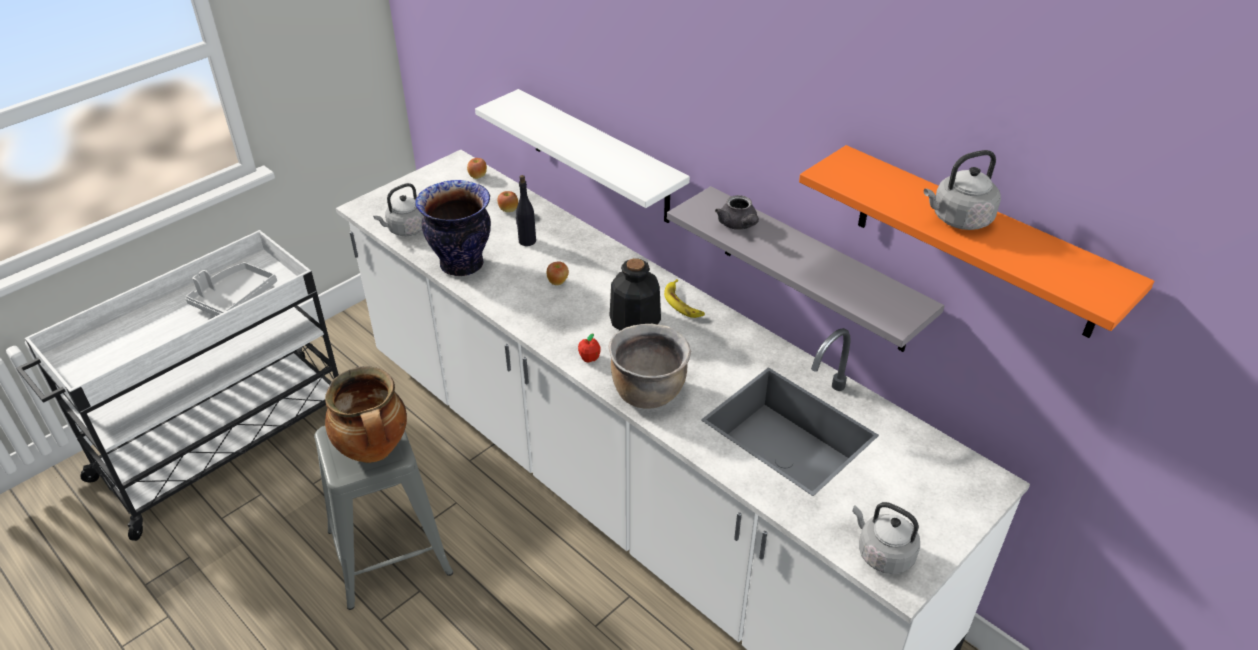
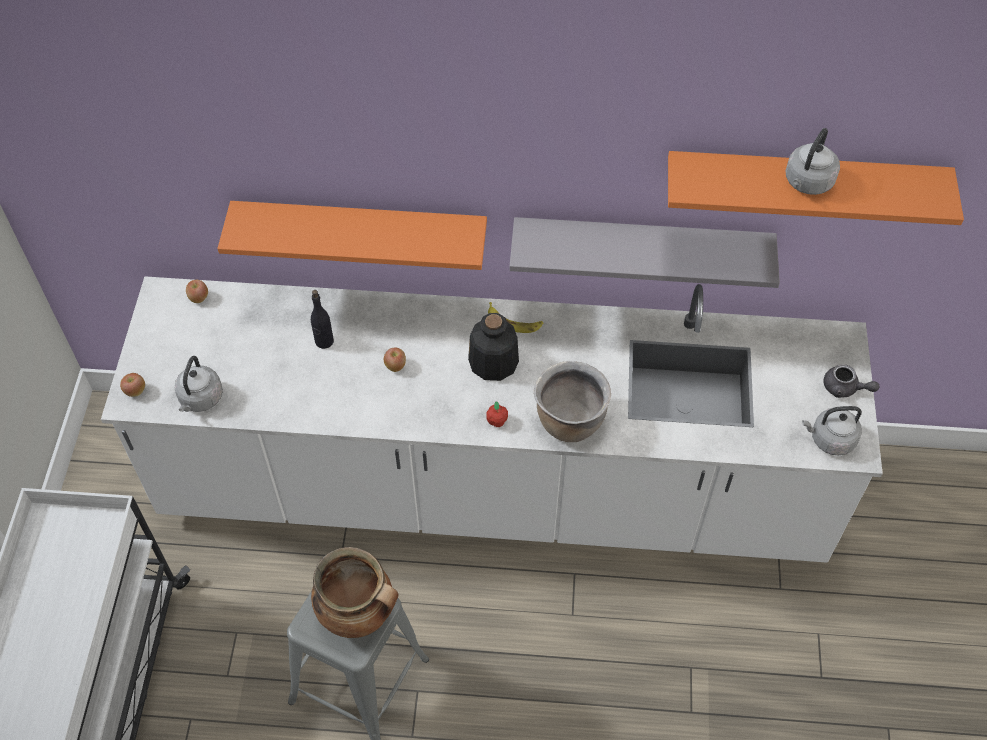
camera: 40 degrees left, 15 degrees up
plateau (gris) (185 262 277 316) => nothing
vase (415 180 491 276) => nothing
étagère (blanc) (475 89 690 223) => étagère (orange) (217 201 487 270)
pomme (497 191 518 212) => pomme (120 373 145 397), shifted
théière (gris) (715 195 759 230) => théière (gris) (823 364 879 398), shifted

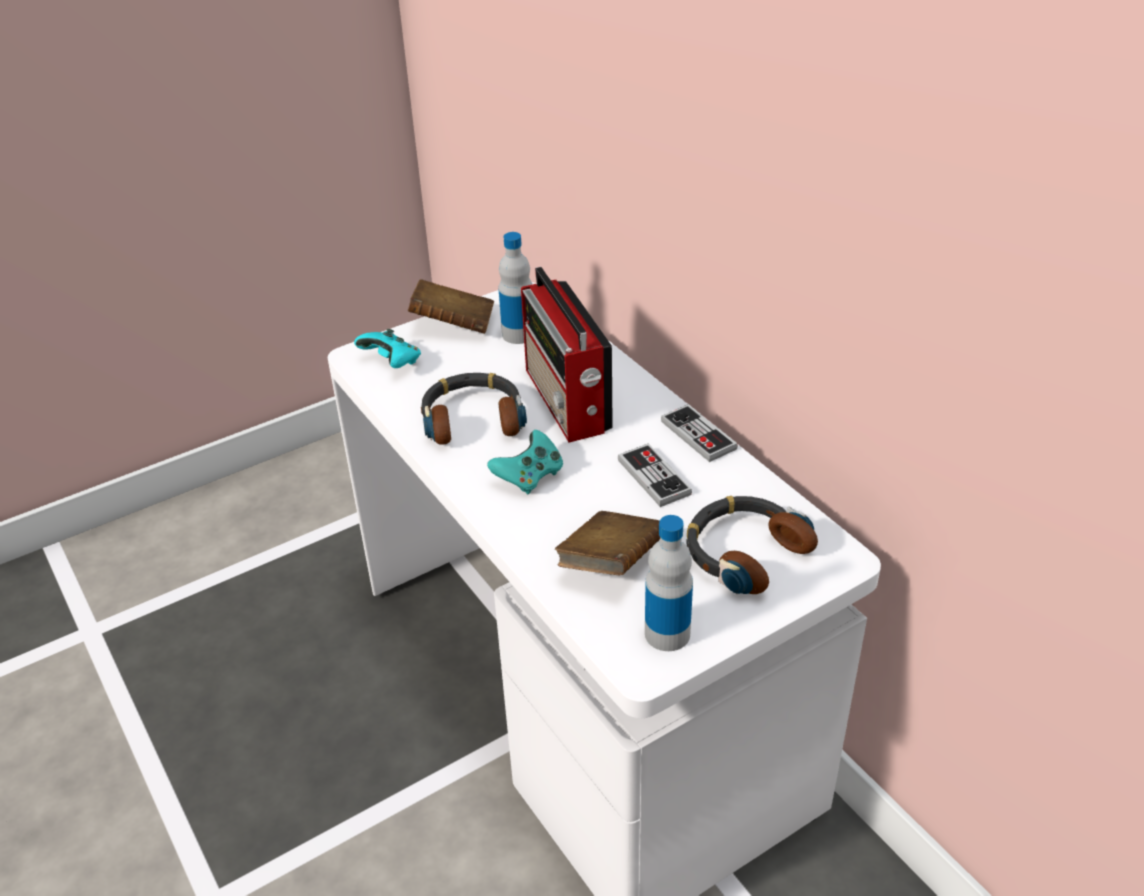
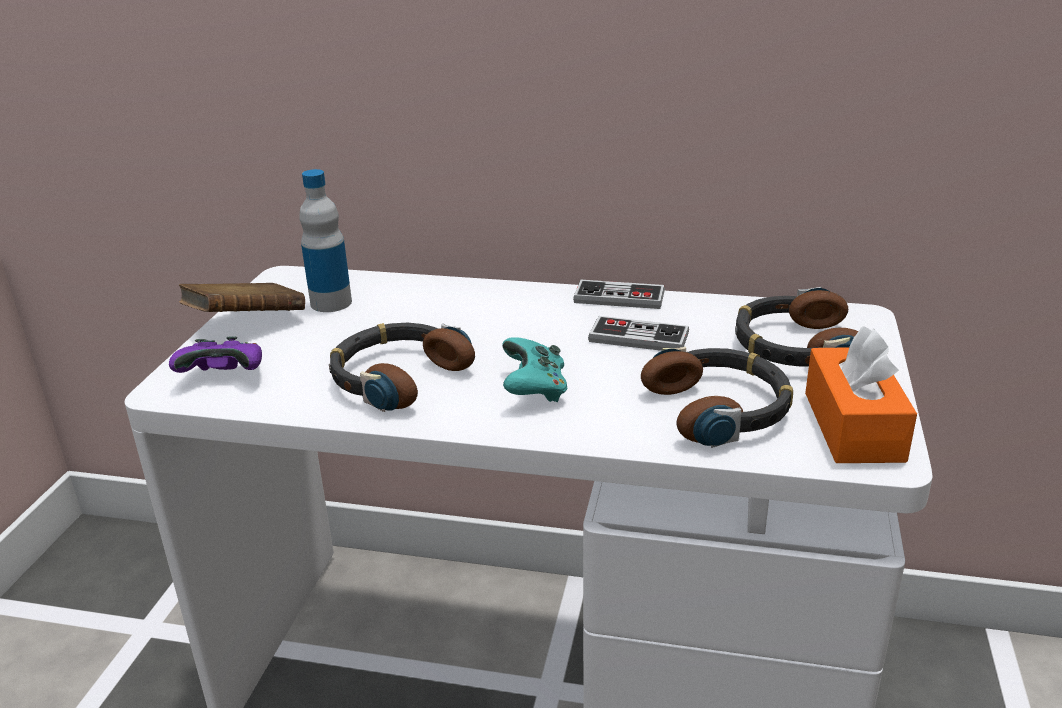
camera: 45 degrees left, 10 degrees down
manette (turquoise) (354 329 421 368) => manette (violet) (169 336 262 373)
radio (521 266 613 442) => nothing
livre (marron) (555 511 660 575) => casque audio (641 346 793 448)
bouteille (645 515 693 651) => boîte à mouchoirs (orange) (805 326 917 463)

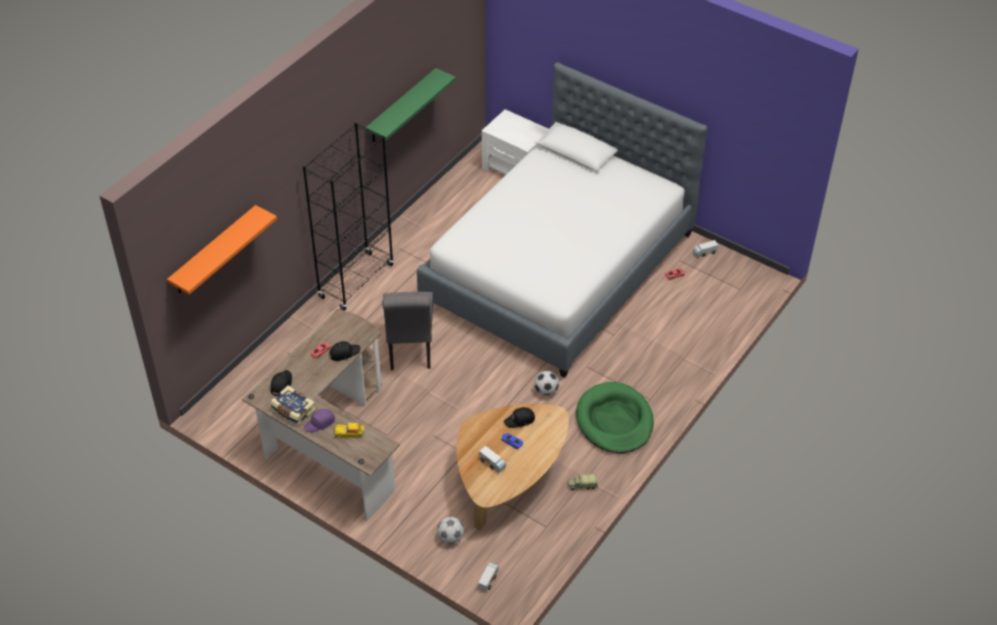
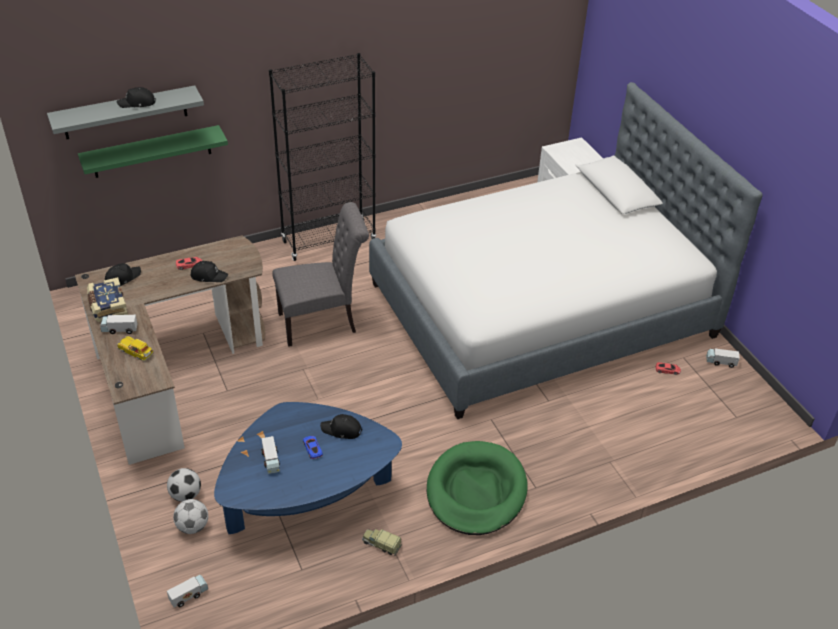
camera: 30 degrees right, 5 degrees down
étagère (orange) (167 205 277 294) => étagère (gris) (47 86 204 139)
casquette (violet) (304 409 335 433) => camion jouet (100 315 138 334)
étagère (vert) (366 68 456 142) => étagère (vert) (78 125 228 178), shifted
chaise (gris) (382 292 433 370) => chaise (gris) (272 202 369 347), 135 degrees counterclockwise
table basse (marron) (457 404 569 530) => table basse (bleu) (214 402 402 534)
ballon de foot (534 371 559 395) => ballon de foot (167 468 201 502), shifted
nothing => casquette (noir) (116 87 156 108)

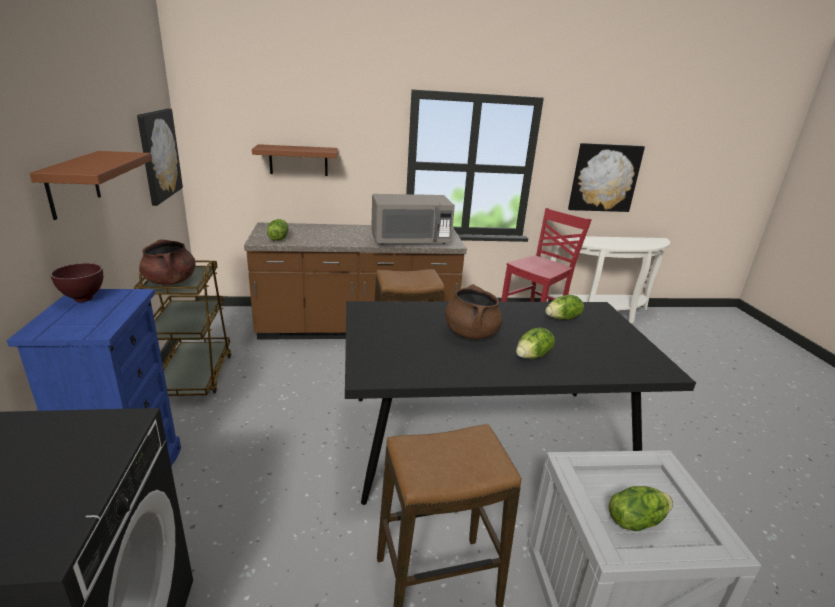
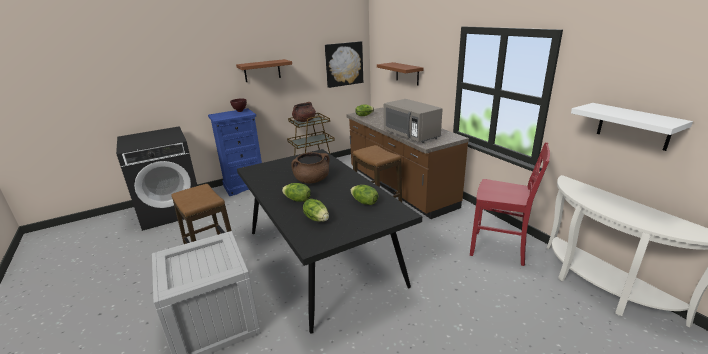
camera: 70 degrees right, 0 degrees up
tableau (568 143 645 212) => étagère (blanc) (571 103 693 151)
laitue (609 486 673 531) => laitue (303 199 329 222), shifted

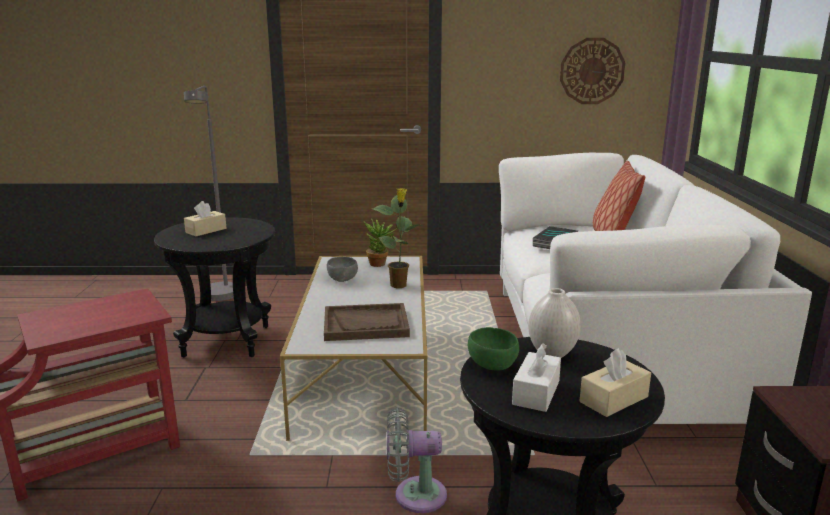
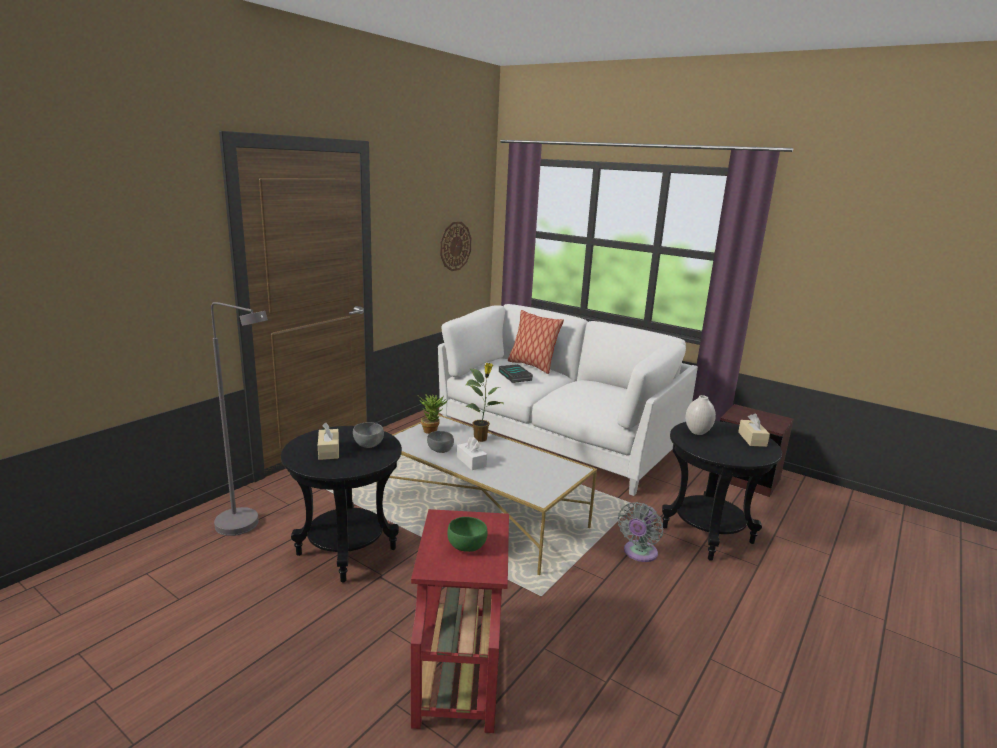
camera: 55 degrees left, 0 degrees up
plateau (marron) (324 303 410 341) => nothing
bol (vert) (468 327 519 371) => bol (vert) (447 517 488 552), shifted
boîte à mouchoirs (blanc) (512 343 561 412) => boîte à mouchoirs (blanc) (457 437 487 470), shifted
nothing => bol (gris) (353 422 384 448)

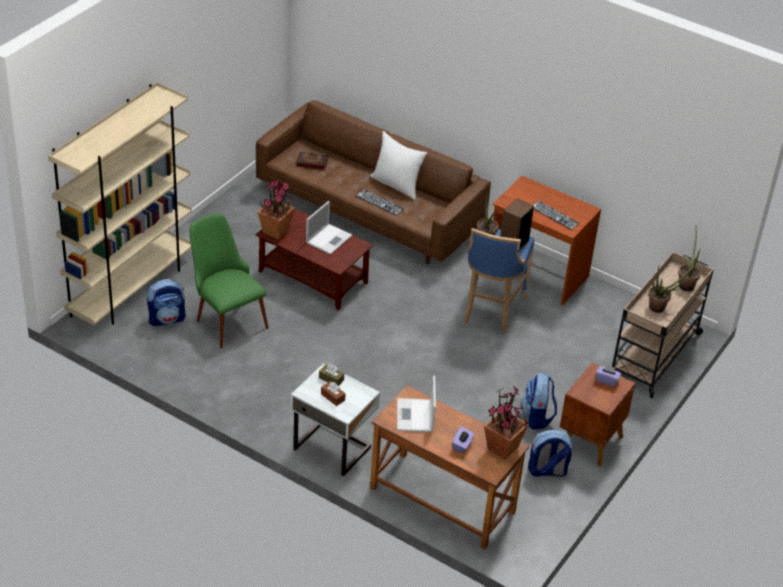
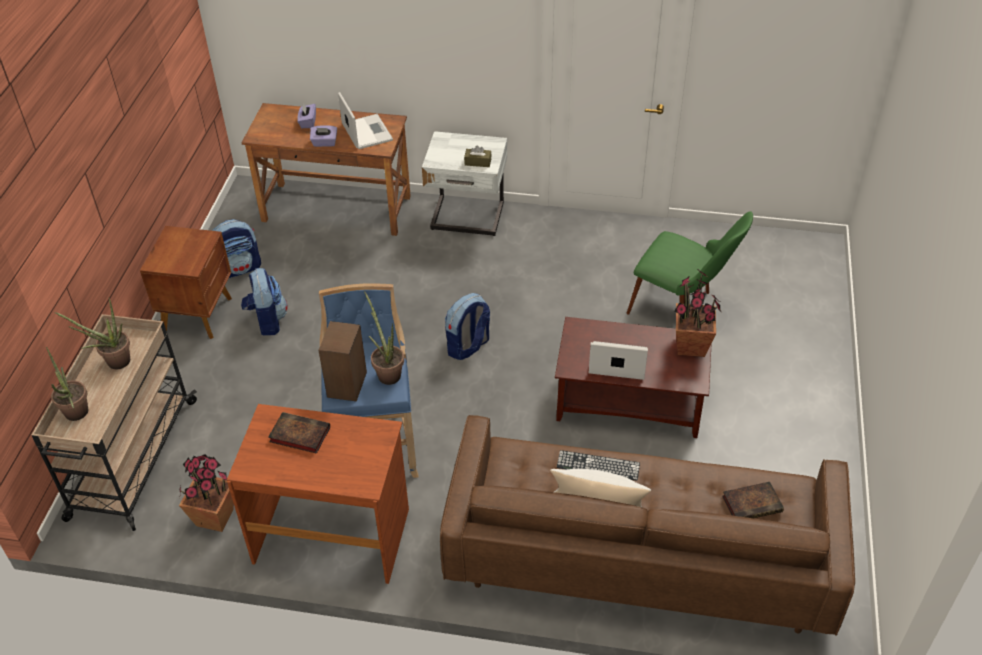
camera: 160 degrees right, 5 degrees up
bibliothèque (beige) (48 82 192 325) => nothing
sac à dos (147 279 186 326) => sac à dos (445 293 490 360), shifted
ordinateur portable (306 201 352 255) => ordinateur portable (589 341 648 380), 90 degrees clockwise
boîte à mouchoirs (marron) (321 382 346 406) => nothing
plante en pot (484 385 529 460) => plante en pot (179 454 234 532), shifted
clavier (533 201 580 230) => livre (268 412 330 454)
boîte à mouchoirs (violet) (596 365 621 387) => boîte à mouchoirs (violet) (310 125 337 147), shifted

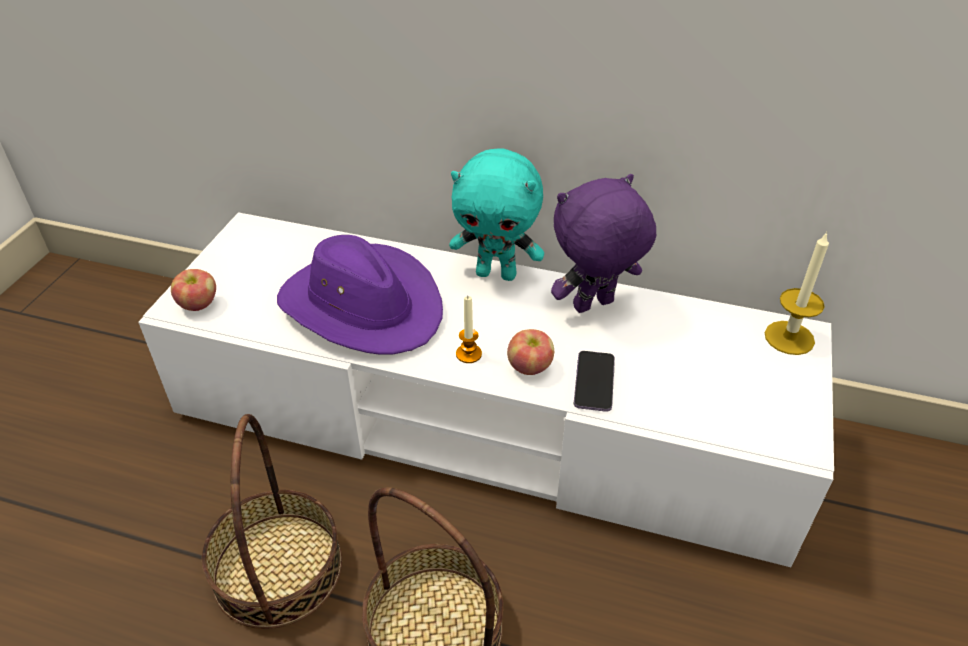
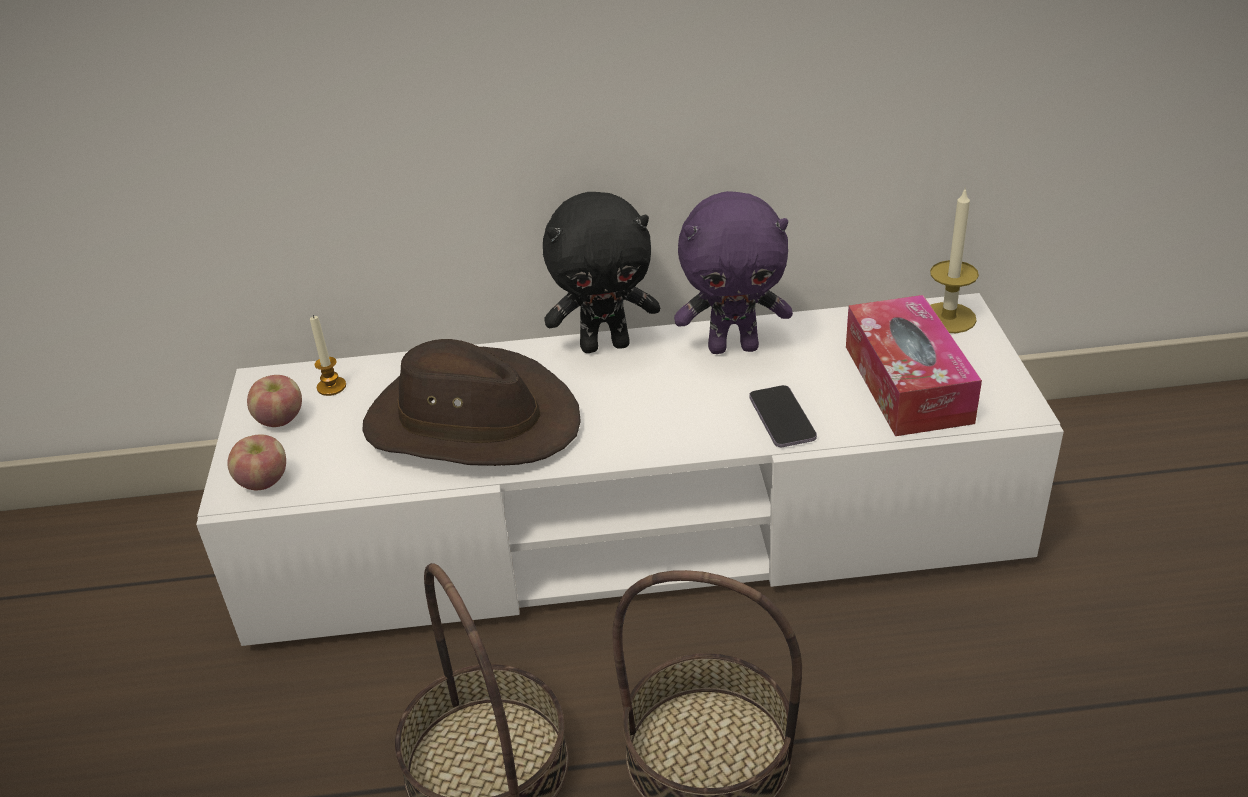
camera: 20 degrees left, 5 degrees down
chapeau (violet) (277 235 443 355) => chapeau (marron) (362 339 581 466)
peluche (turquoise) (449 148 544 281) => peluche (noir) (543 192 660 353)
bougie (456 296 482 363) => bougie (310 315 346 396), shifted
pomme (507 329 554 375) => pomme (247 375 302 427), shifted
peluche (violet) (551 174 656 313) => peluche (violet) (674 191 793 354), 135 degrees counterclockwise
nothing => boîte à mouchoirs (846 295 982 436)

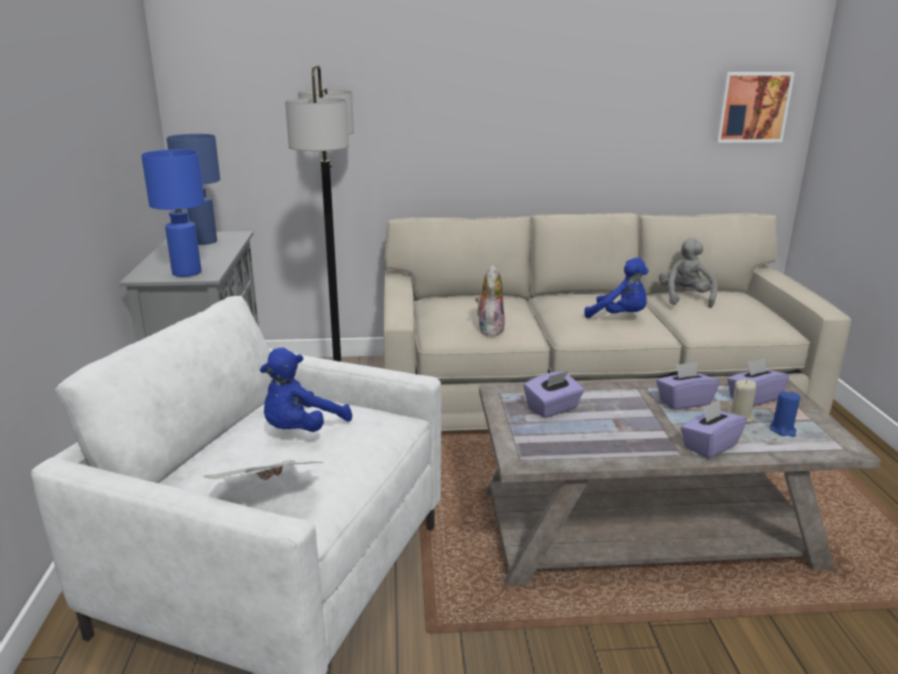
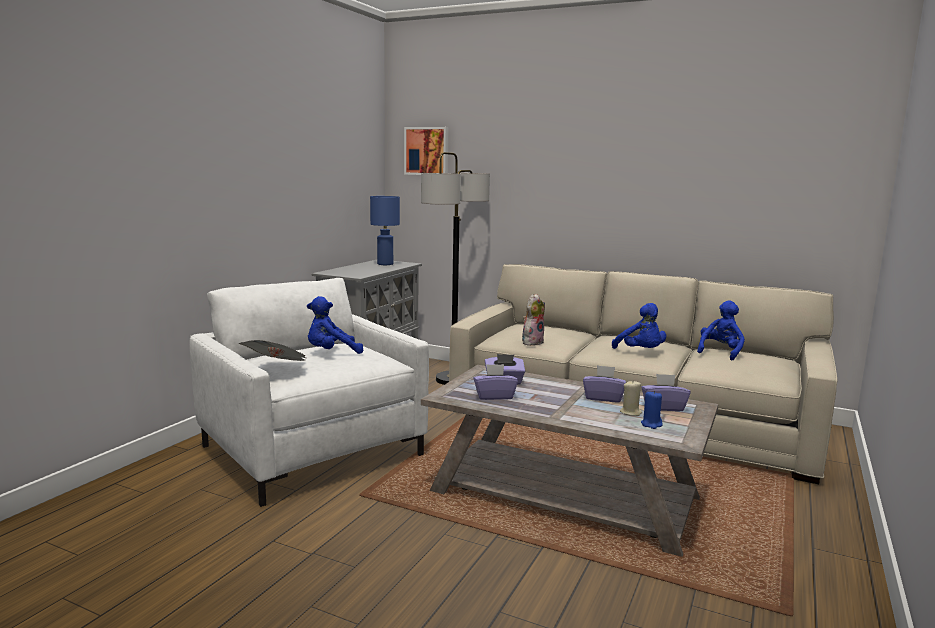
camera: 30 degrees right, 10 degrees down
lampe de table (bleu) (141 149 205 277) => nothing
peluche (gris) (659 238 718 308) => peluche (bleu) (697 300 745 360)
boîte à mouchoirs (violet) (681 400 747 459) => boîte à mouchoirs (violet) (473 364 518 400), shifted
tableau (714 72 795 143) => tableau (404 127 448 175), shifted

